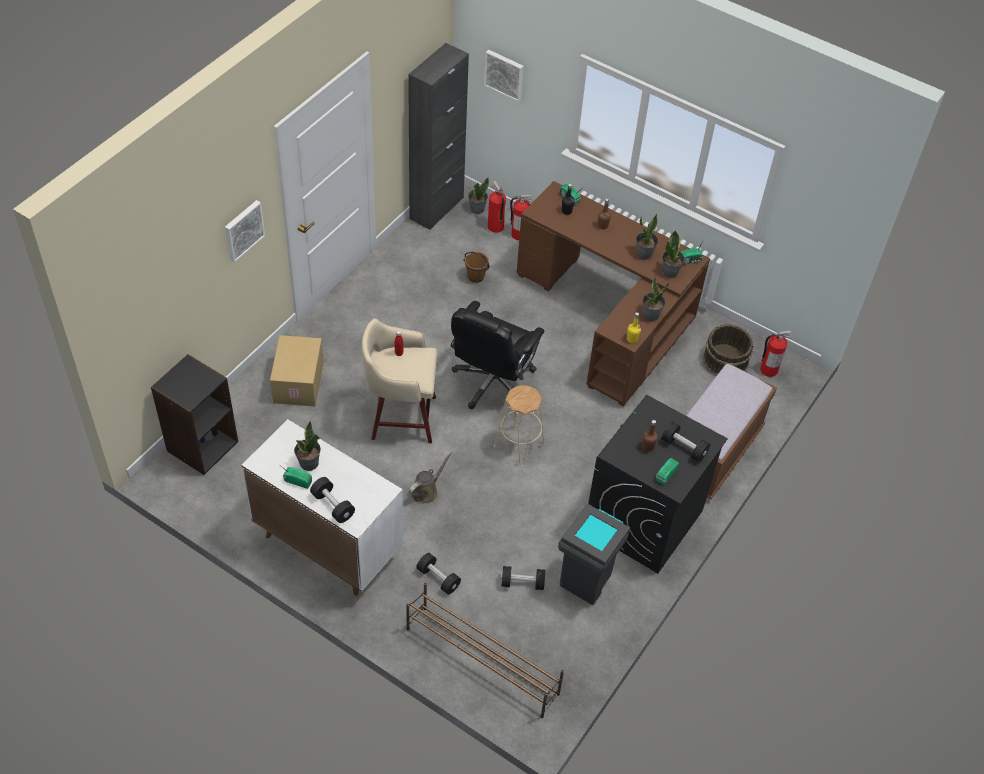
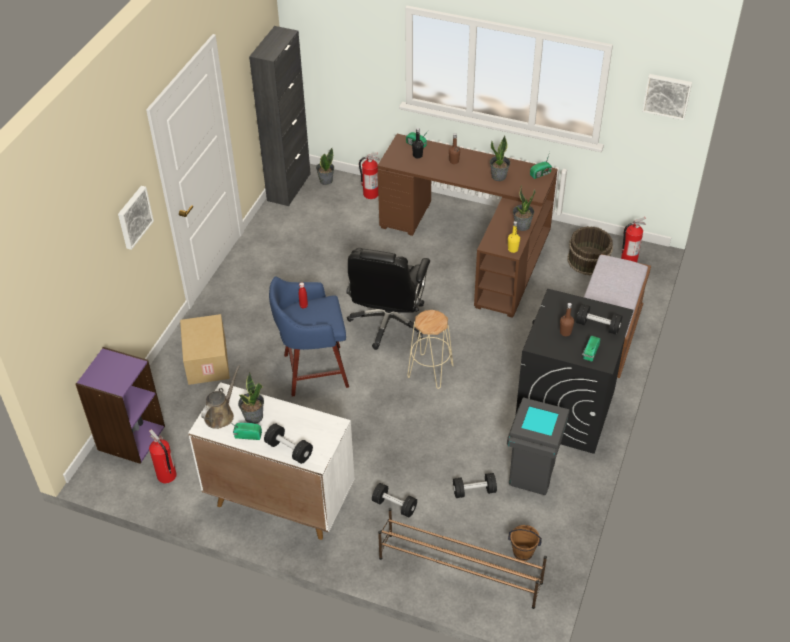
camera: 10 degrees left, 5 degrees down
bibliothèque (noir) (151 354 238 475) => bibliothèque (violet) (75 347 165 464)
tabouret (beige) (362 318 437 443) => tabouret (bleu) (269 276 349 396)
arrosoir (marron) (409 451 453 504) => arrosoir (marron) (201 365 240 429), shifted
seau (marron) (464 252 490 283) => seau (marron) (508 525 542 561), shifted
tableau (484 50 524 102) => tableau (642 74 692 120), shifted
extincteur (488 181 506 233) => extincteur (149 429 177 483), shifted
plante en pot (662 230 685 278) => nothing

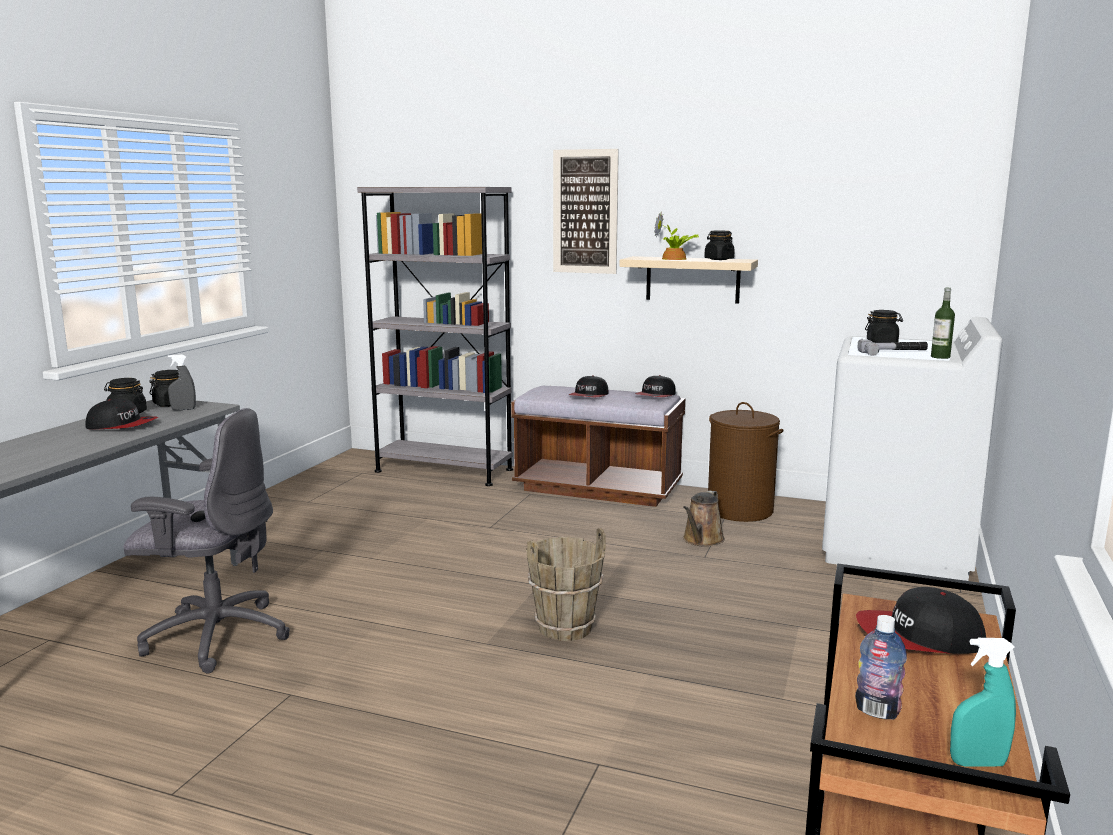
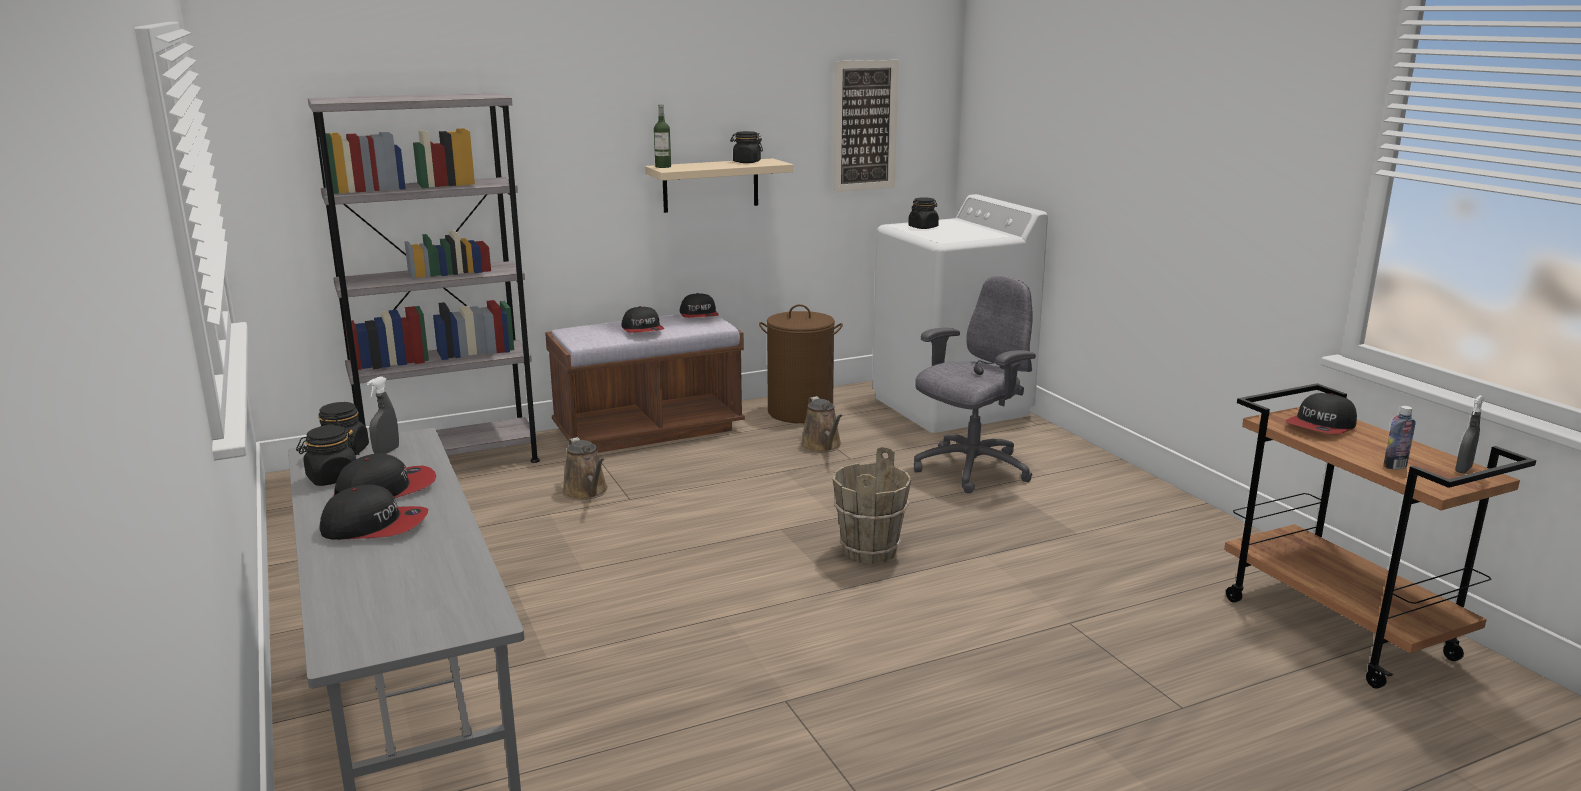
camera: 45 degrees left, 5 degrees up
chaise de bureau (gris) (123 408 290 674) => chaise de bureau (gris) (914 276 1036 493), shifted
tableau (553 149 619 274) => tableau (833 60 899 192), shifted
plante en pot (654 214 699 260) => nothing
marteau (857 339 928 356) => nothing
bouteille (931 288 955 359) => bouteille (654 104 671 168), shifted
vaporisateur (turquoise) (950 638 1016 767) => vaporisateur (gris) (1455 395 1484 474)
nothing => casquette (319 485 428 540)
nothing => arrosoir (marron) (562 437 608 500)

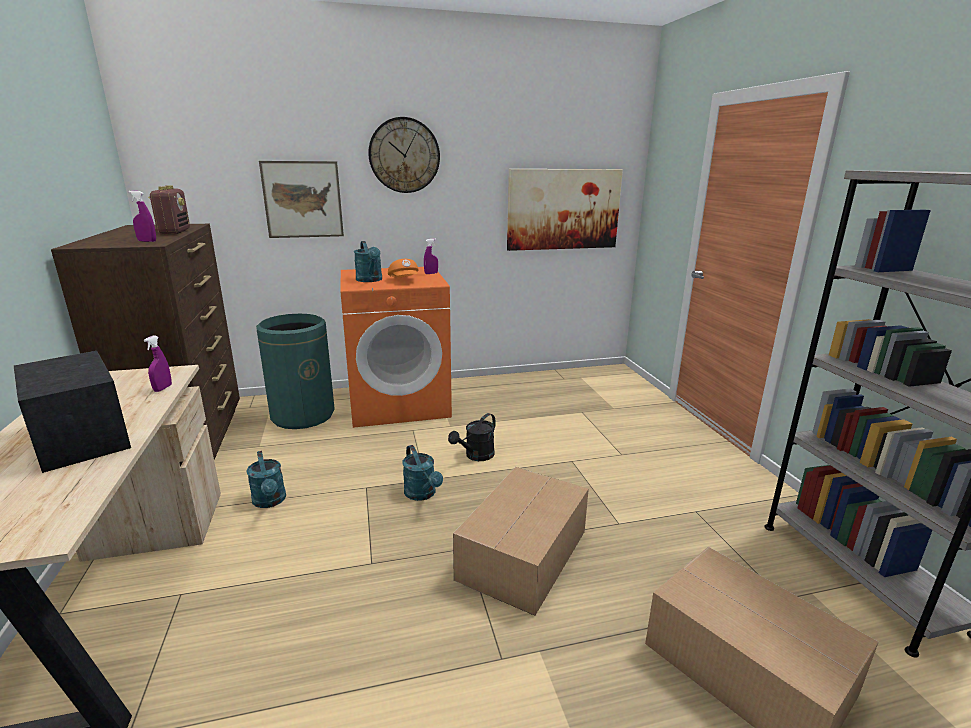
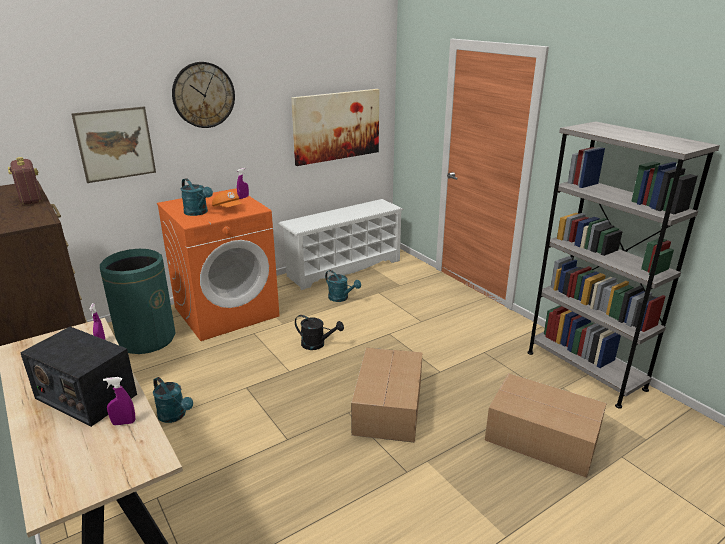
camera: 20 degrees left, 5 degrees up
vaporisateur (violet) (129 191 156 242) => vaporisateur (violet) (103 377 135 425), shifted
arrosoir (turquoise) (403 445 443 501) => arrosoir (turquoise) (325 270 361 302), shifted
arrosoir (noir) (448 413 496 461) => arrosoir (noir) (295 315 344 350), 90 degrees counterclockwise
nothing => étagère à chaussures (blanc) (279 199 404 290)

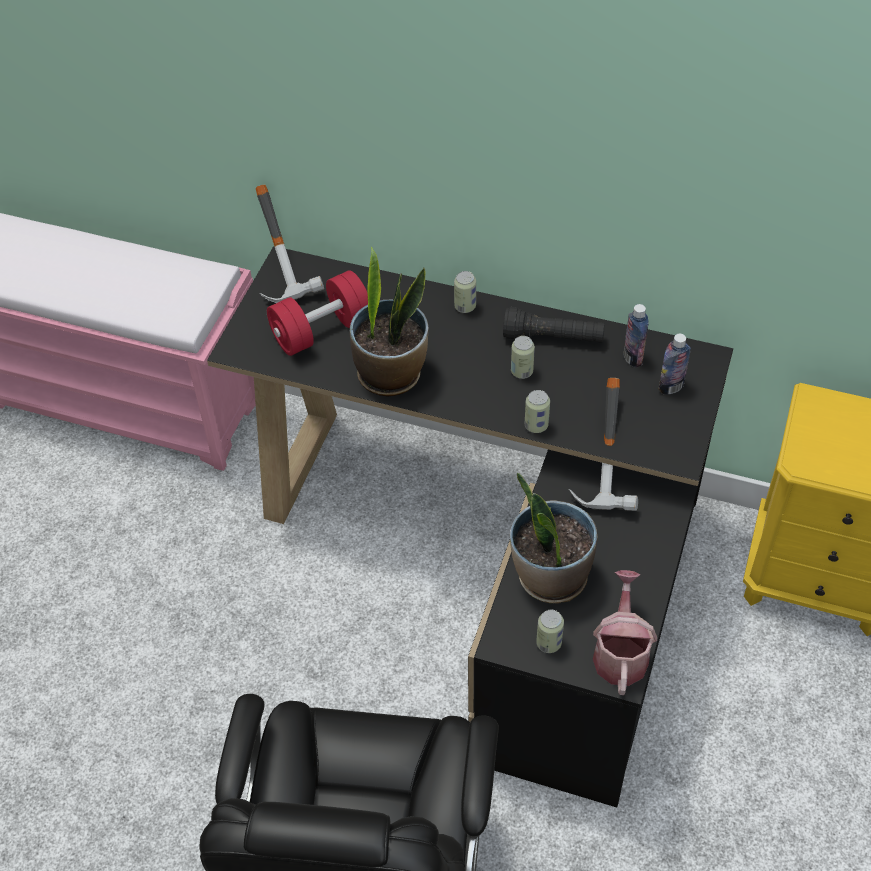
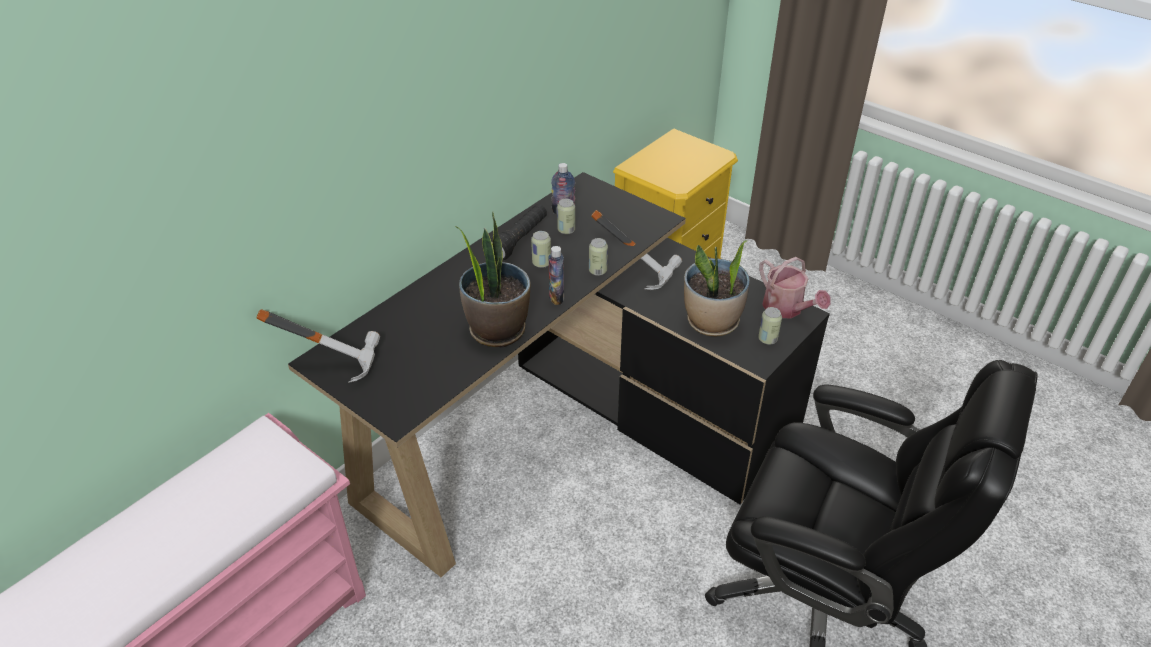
camera: 70 degrees left, 10 degrees down
haltère (rouge) (267 270 368 356) => nothing
boîte métallique (454 271 476 313) => boîte métallique (557 199 575 235), shifted
arrosoir (593 570 657 695) => arrosoir (759 257 831 318), 150 degrees counterclockwise
bouteille (659 334 691 395) => bouteille (549 246 564 305), shifted

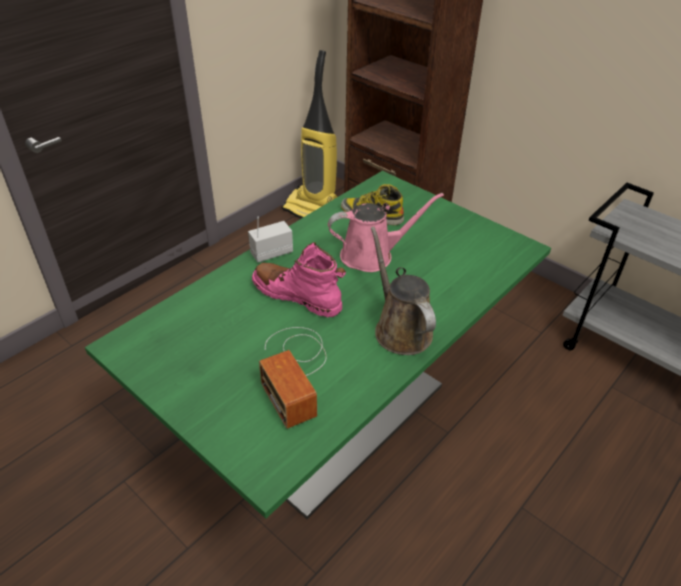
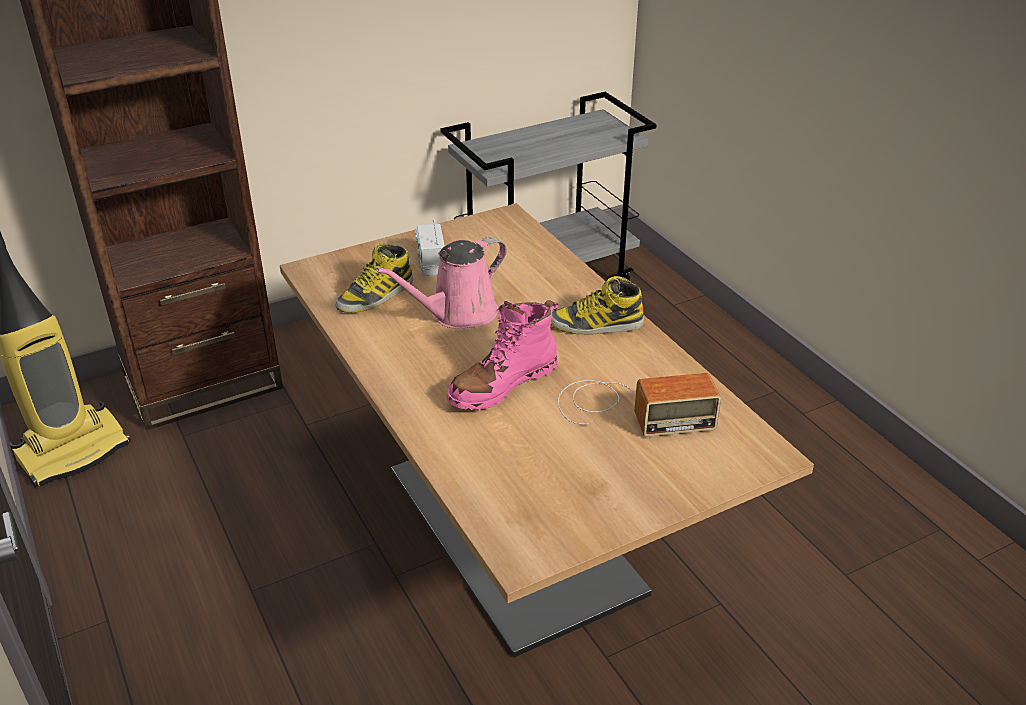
camera: 70 degrees left, 5 degrees down
table à manger (vert) (85 171 551 519) => table à manger (marron) (280 203 814 658)
radio (248 216 293 262) => radio (415 219 445 276), shifted
arrosoir (rose) (328 193 444 272) => arrosoir (rose) (376 237 507 329), 135 degrees counterclockwise
arrosoir (marron) (371 227 436 355) => botte (550 276 644 335)

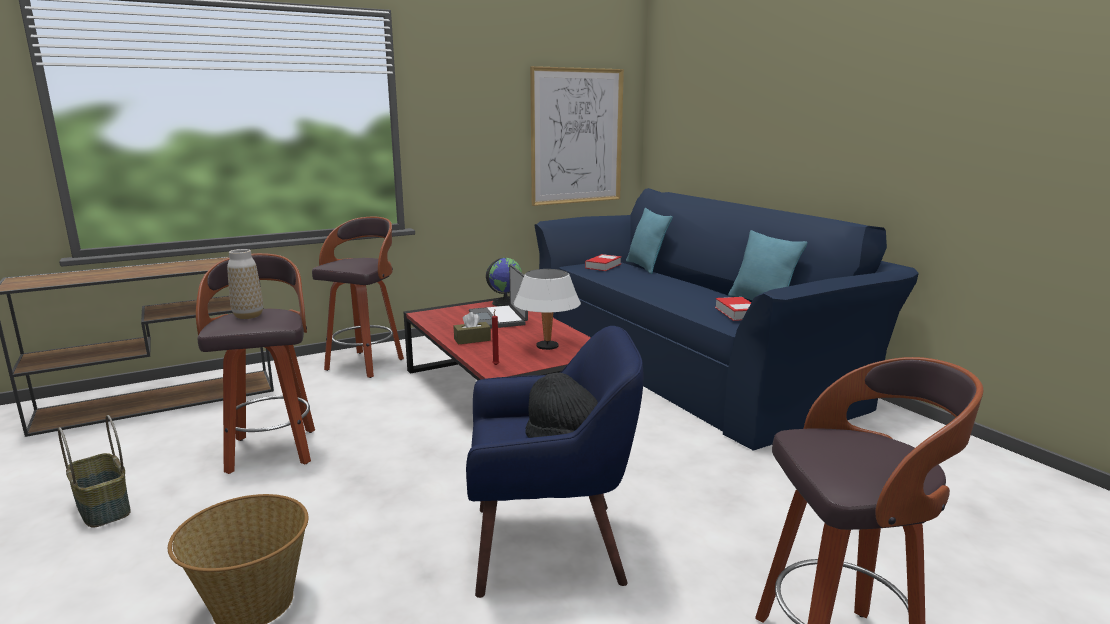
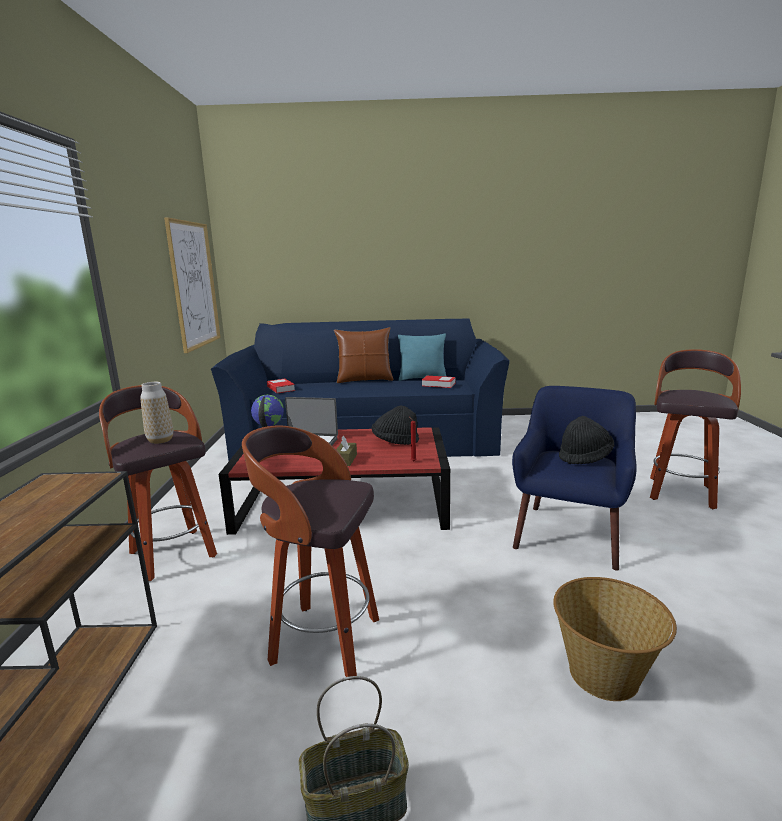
camera: 60 degrees left, 0 degrees up
vase (227 249 263 319) => vase (140 382 173 444), shifted
lampe de table (blanc) (514 269 581 350) => chapeau (noir) (372 405 419 445)
coussin (turquoise) (626 208 673 274) => nothing
nothing => coussin (marron) (334 327 393 383)

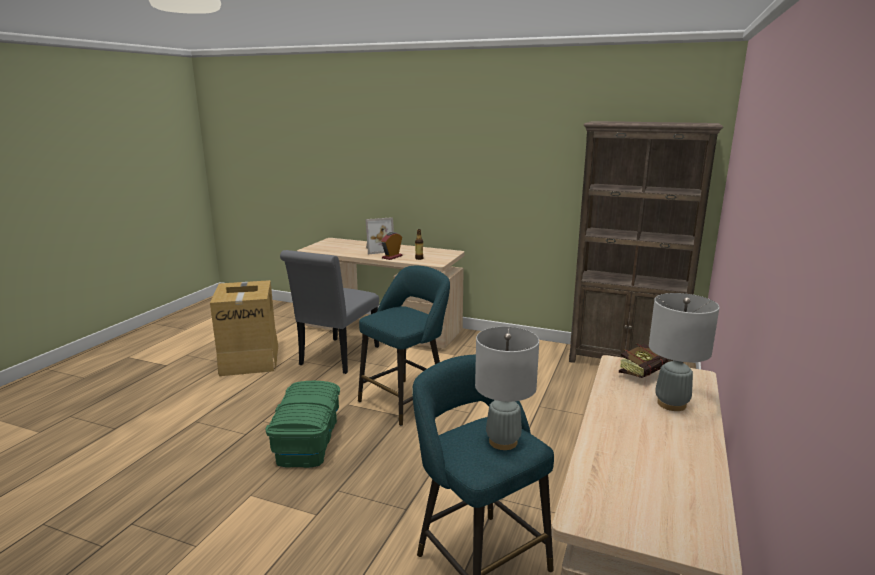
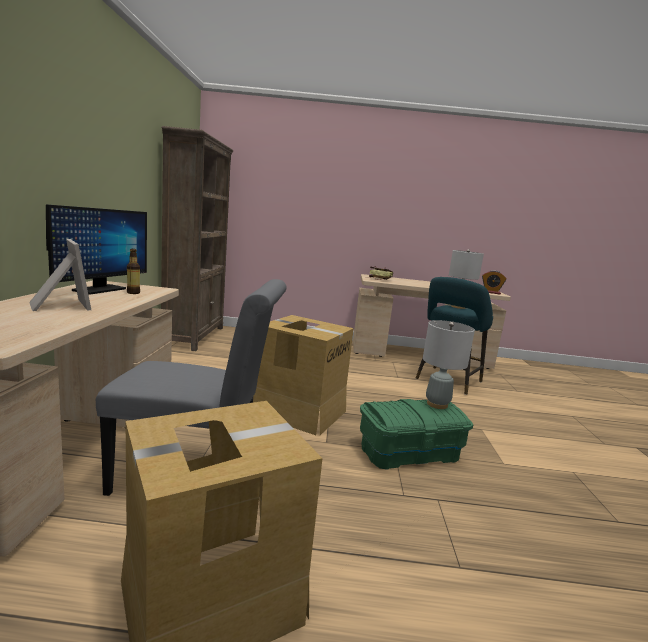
camera: 110 degrees left, 5 degrees down
tabouret (turquoise) (358 266 450 426) => carton (253 315 354 435)
réveil (381 232 403 260) => réveil (482 270 506 295), shifted
lampe de table (gris) (649 293 720 411) => lampe de table (gris) (423 320 475 409), shifted
nothing => écran d'ordinateur (46 204 147 294)

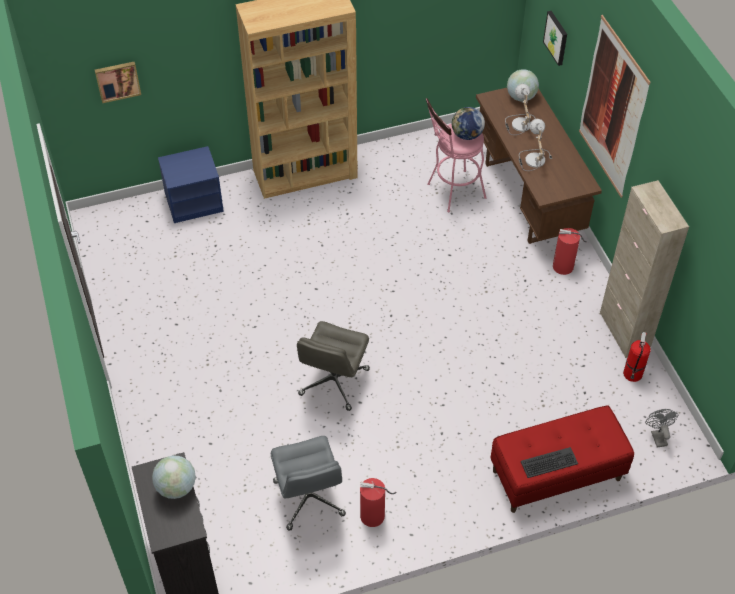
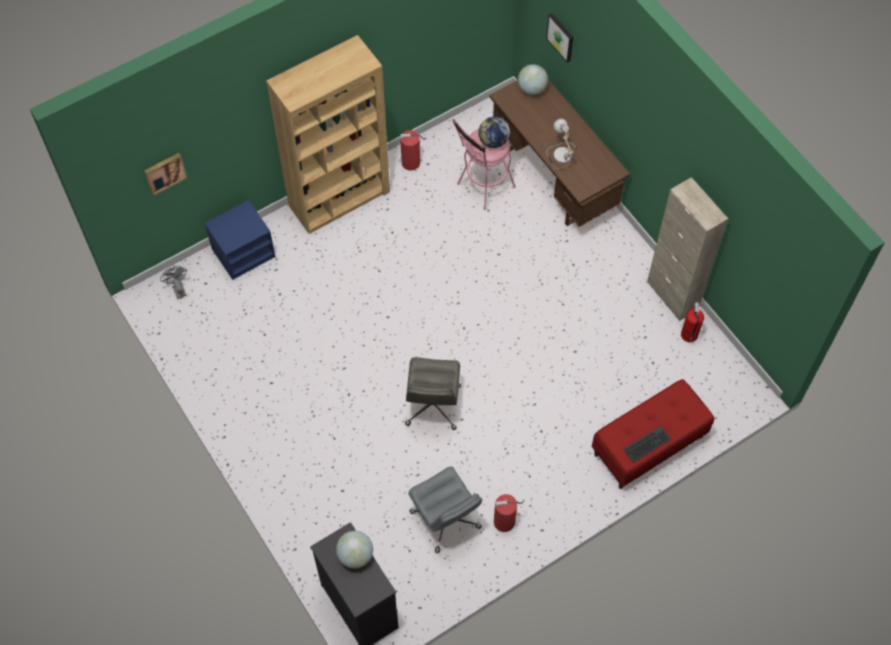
camera: 15 degrees left, 10 degrees up
lampe de table (505 84 536 135) => nothing
extincteur (553 228 587 275) => extincteur (400 130 426 171), shifted
tableau (579 15 651 198) => nothing
ventilateur (gris) (645 409 678 447) => ventilateur (gris) (160 266 187 299), shifted

